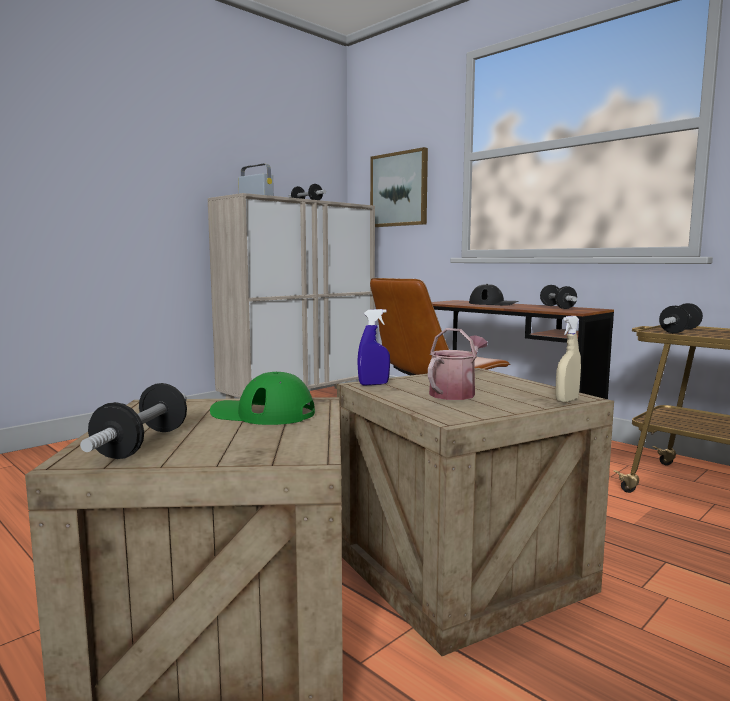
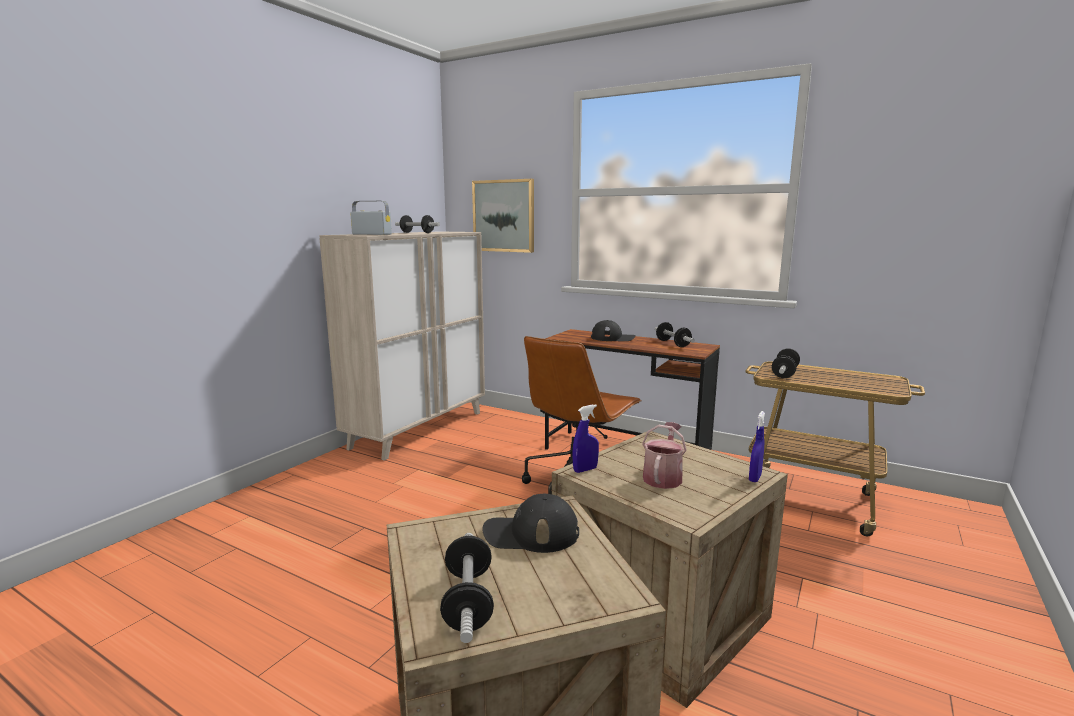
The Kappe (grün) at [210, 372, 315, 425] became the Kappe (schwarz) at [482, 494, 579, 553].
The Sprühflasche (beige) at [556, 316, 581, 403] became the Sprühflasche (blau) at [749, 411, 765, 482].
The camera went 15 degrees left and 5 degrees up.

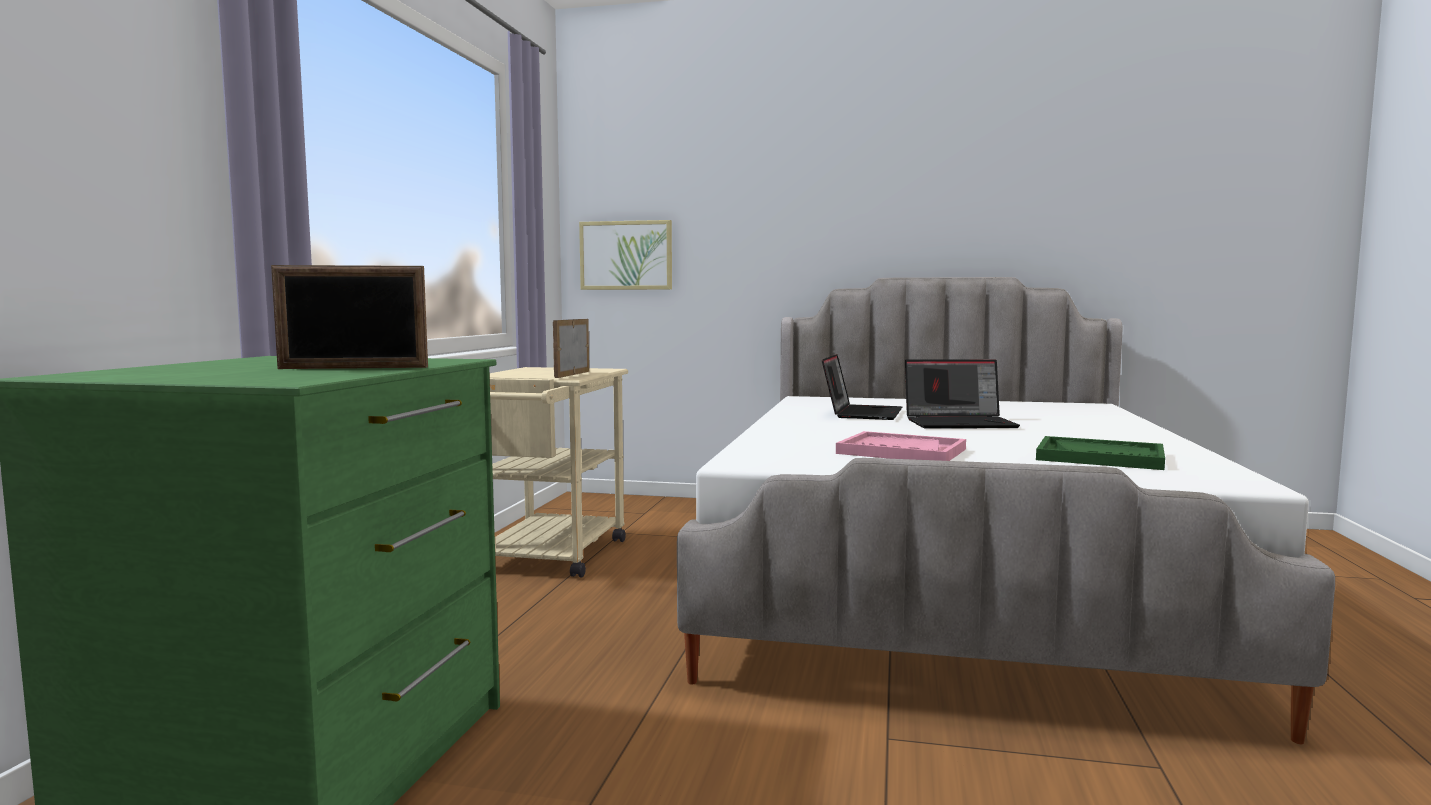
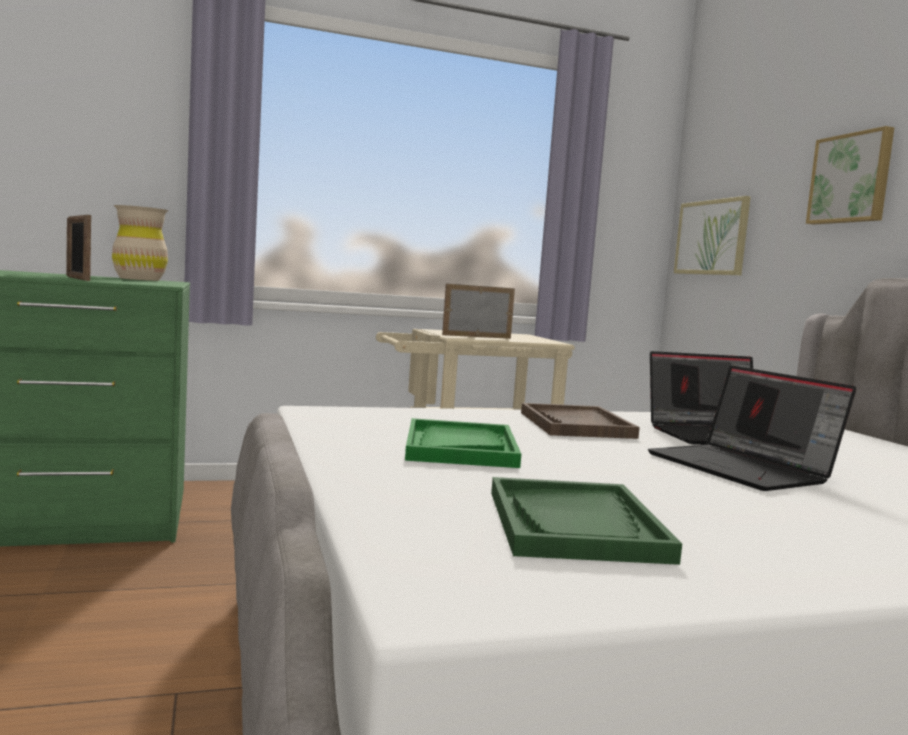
The Tablett (rosa) at [836, 431, 966, 461] became the Tablett (grün) at [405, 418, 521, 468].
The Vase (beige) at [112, 205, 168, 281] appeared.
The Tablett (braun) at [521, 403, 640, 439] appeared.
The Bild at [806, 126, 894, 225] appeared.
The camera went 60 degrees right and 0 degrees up.

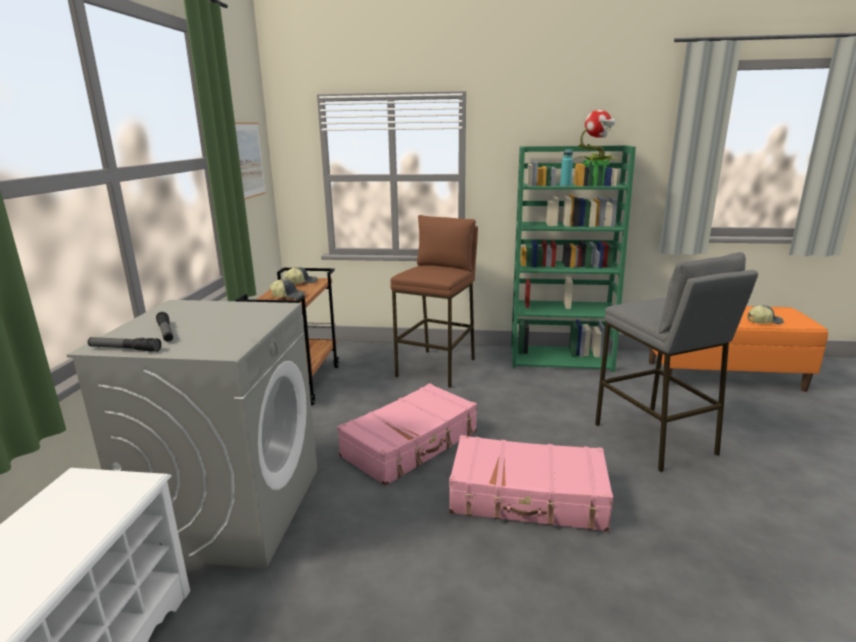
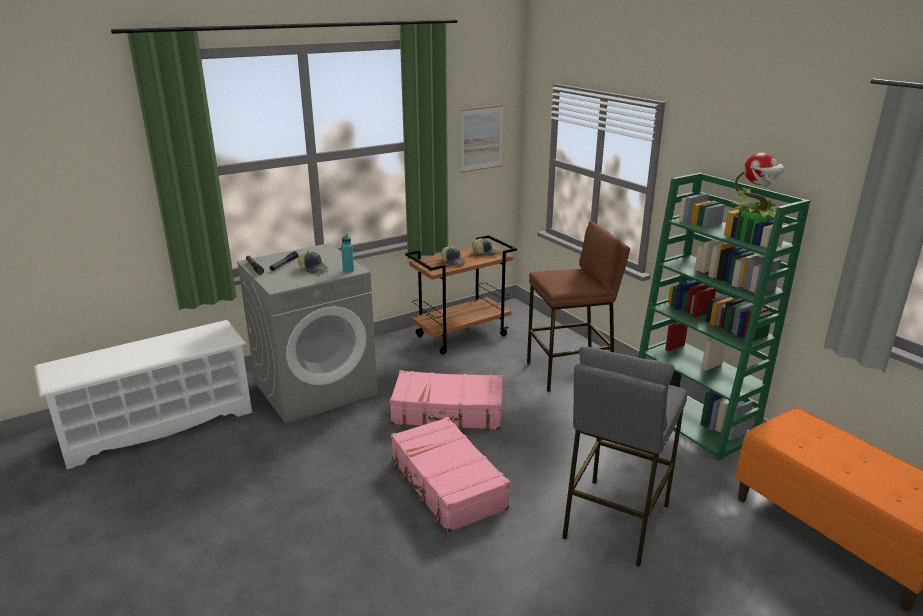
The Flasche (türkis) moved from [560, 149, 573, 187] to [341, 234, 354, 273].
The Kappe moved from [747, 305, 784, 324] to [298, 251, 328, 274].
The camera went 50 degrees right and 5 degrees up.

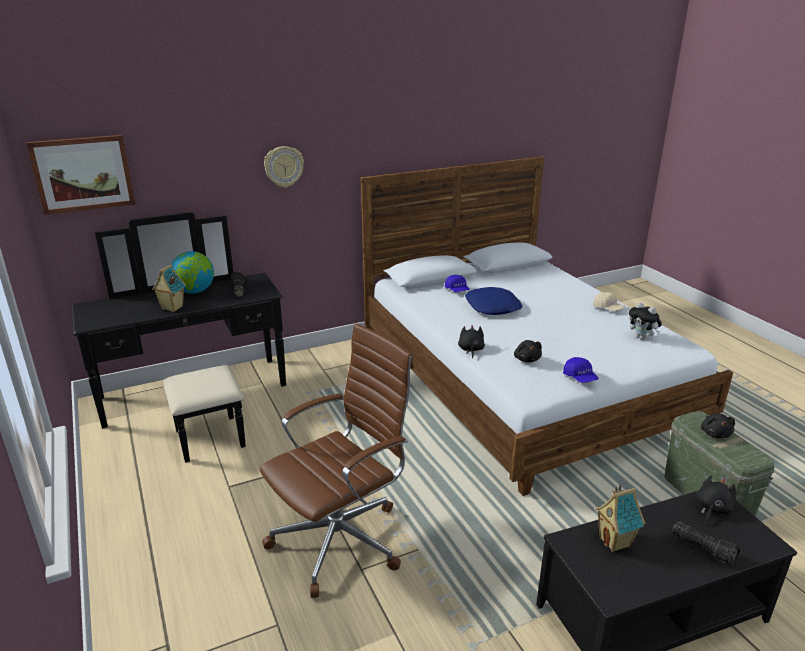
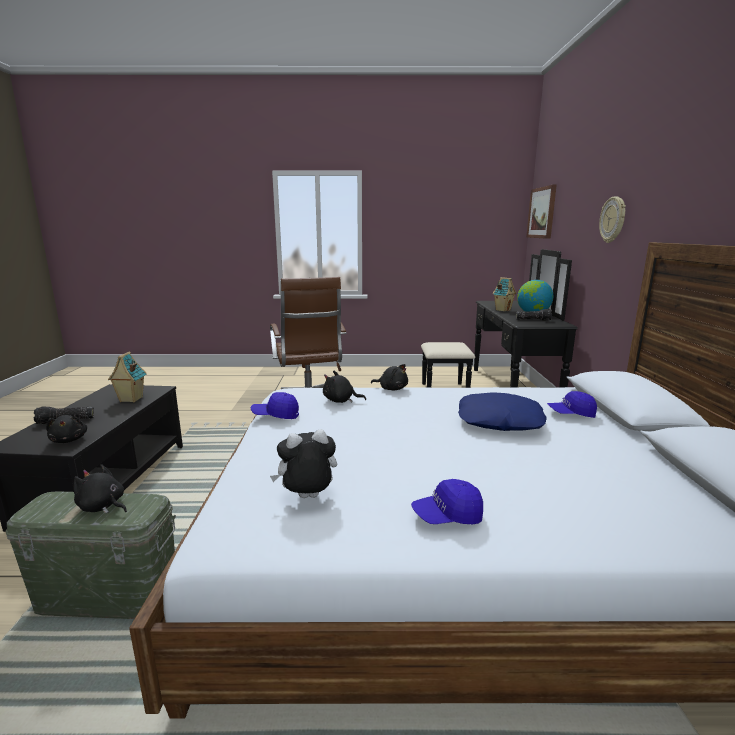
The Kappe (beige) at [593, 292, 625, 311] became the Kappe (blau) at [411, 479, 483, 525].
The camera went 115 degrees right and 10 degrees down.

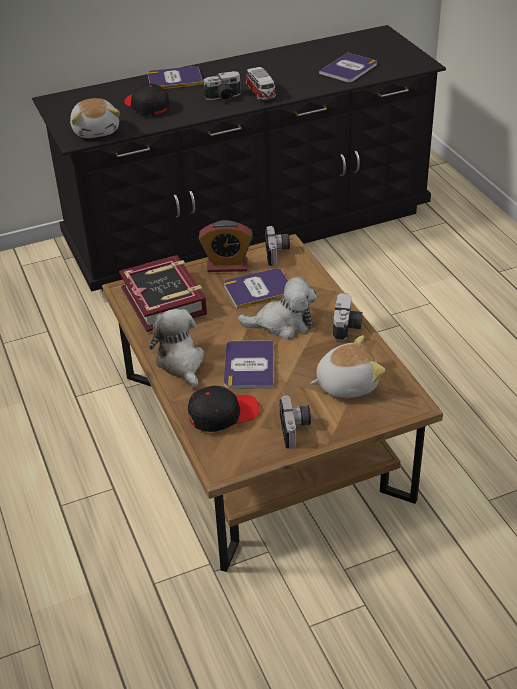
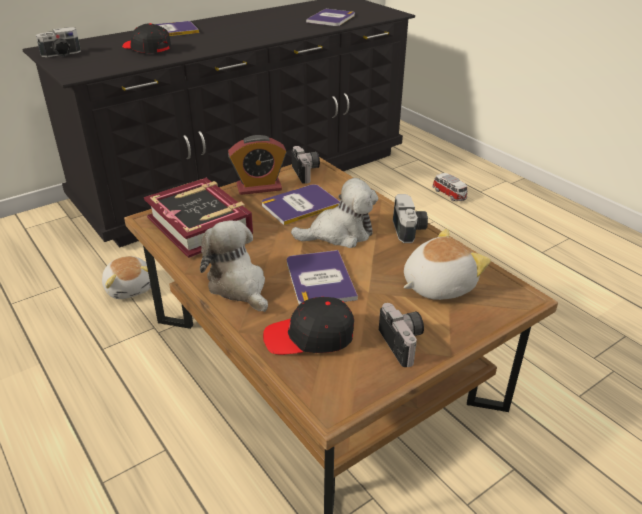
The Plüschtier moved from [70, 98, 120, 138] to [102, 256, 151, 299].
The Kappe (schwarz) at [188, 386, 260, 432] turned 150 degrees counterclockwise.
The Kamera moved from [203, 71, 241, 102] to [36, 27, 81, 57].
The Spielzeugauto moved from [246, 67, 276, 100] to [432, 173, 468, 201].
The camera went 15 degrees left and 5 degrees down.

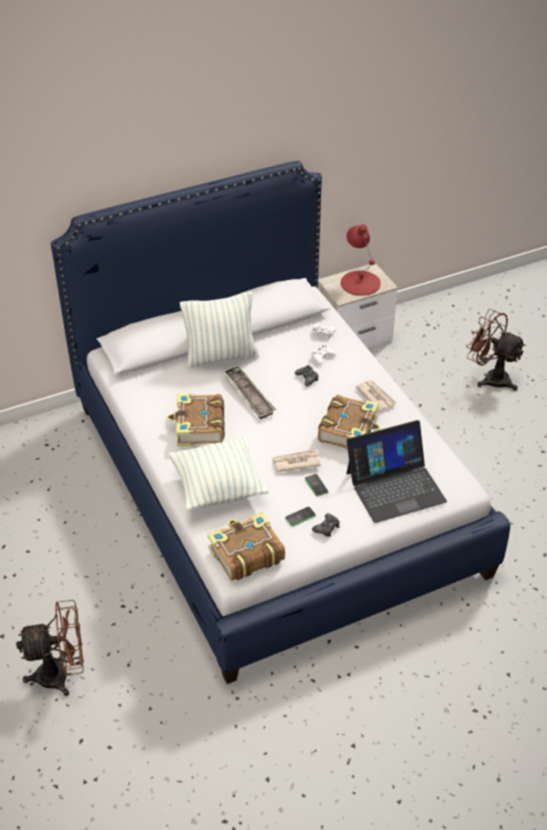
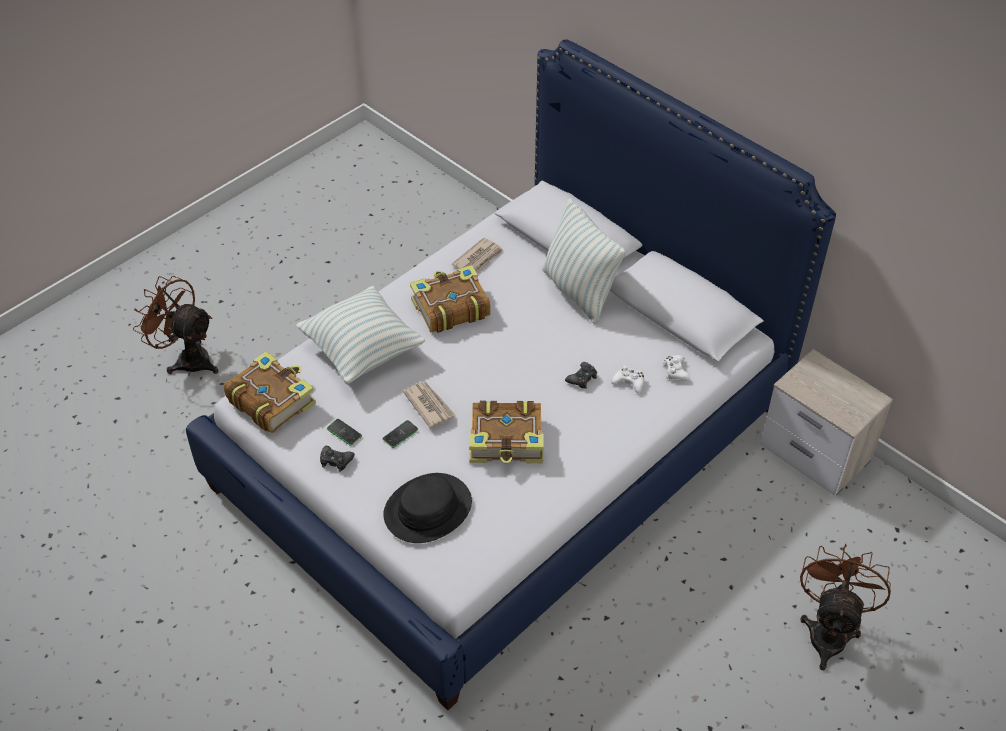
The Ventilator (braun) at [16, 600, 84, 696] turned 150 degrees clockwise.
The Tablett at [222, 365, 276, 419] disappeared.
The Tischlampe (rot) at [341, 224, 381, 296] disappeared.
The Laptop at [346, 420, 447, 523] was replaced by the Hut (schwarz) at [383, 473, 472, 543].
The Zeitung moved from [355, 380, 397, 412] to [452, 238, 503, 274].
The camera went 70 degrees right and 5 degrees up.

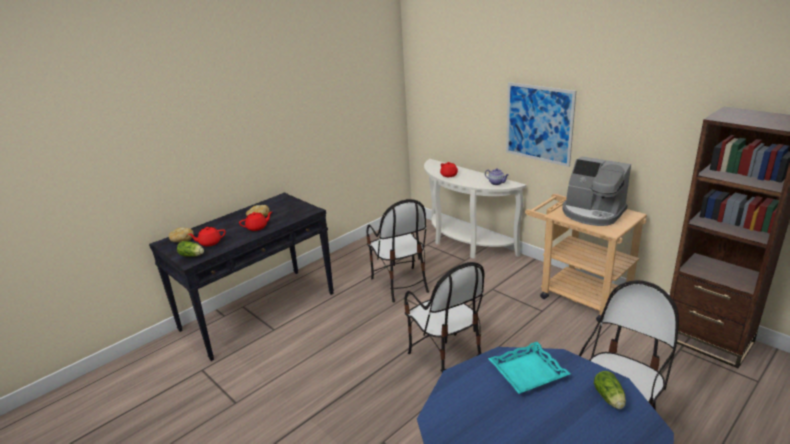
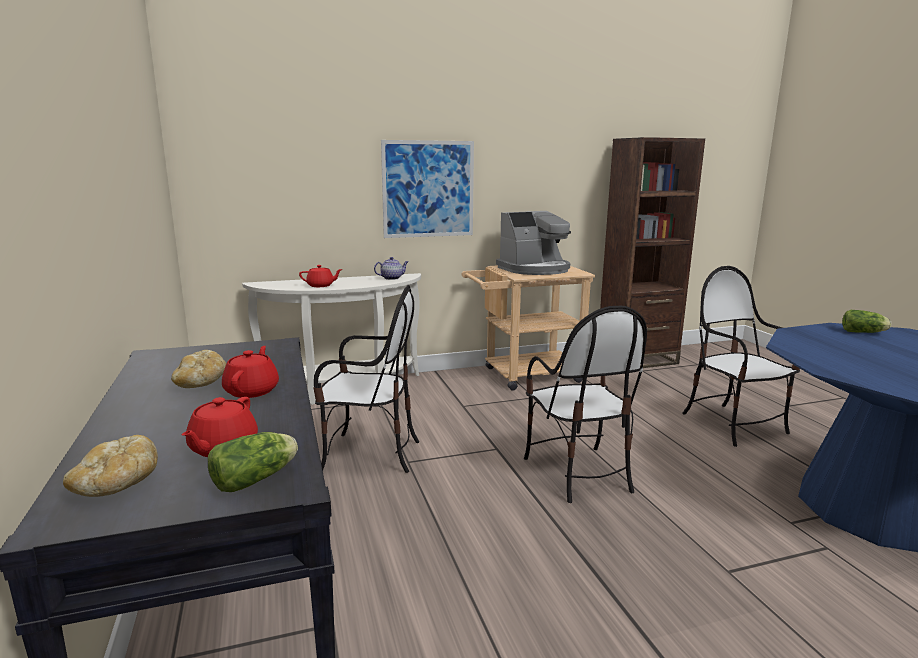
The Stuhl at [404, 262, 484, 373] turned 75 degrees clockwise.
The Tablett (türkis) at [488, 342, 571, 394] disappeared.
The camera went 65 degrees left and 10 degrees down.

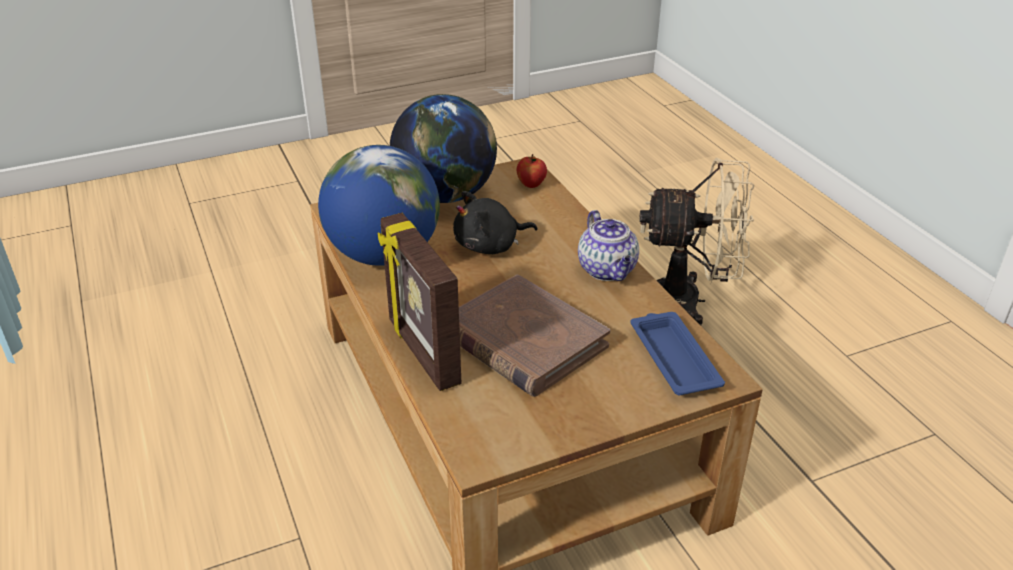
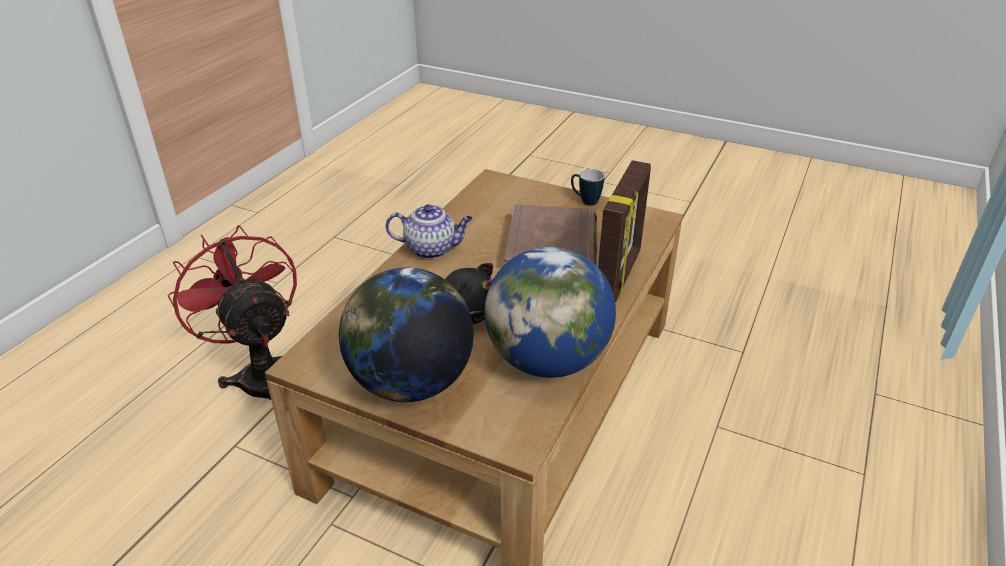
The Apfel at [516, 154, 547, 188] disappeared.
The Teekanne at [578, 210, 639, 281] turned 60 degrees clockwise.
The Tablett (blau) at [630, 312, 725, 395] disappeared.
The Ventilator (beige) at [639, 158, 754, 326] became the Ventilator (rot) at [168, 225, 297, 400].
The Henkelbecher at [571, 169, 605, 206] appeared.
The camera went 130 degrees left and 0 degrees up.

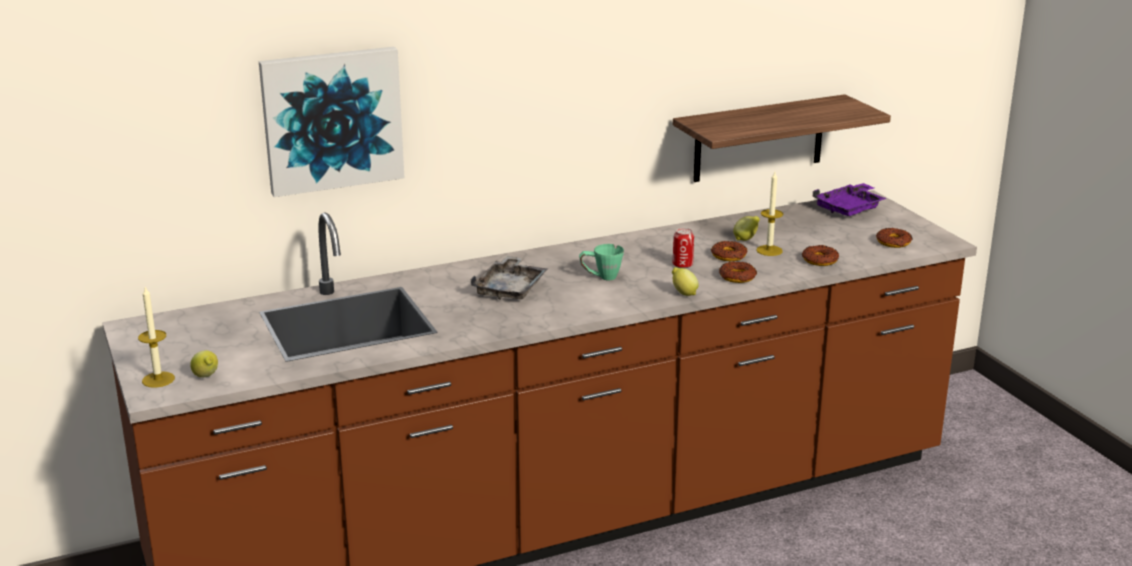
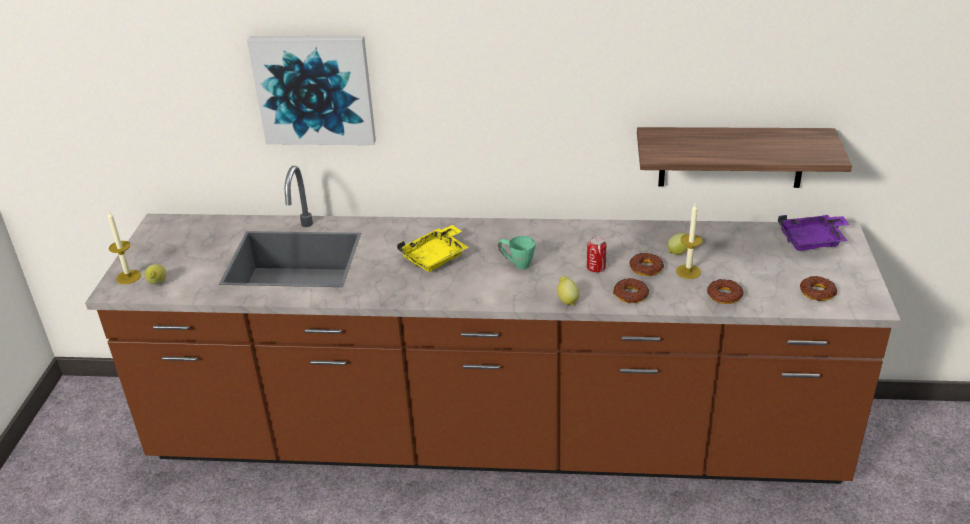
The Tablett (grau) at [470, 256, 548, 300] became the Tablett (gelb) at [397, 225, 469, 272].
The camera went 30 degrees right and 10 degrees up.

